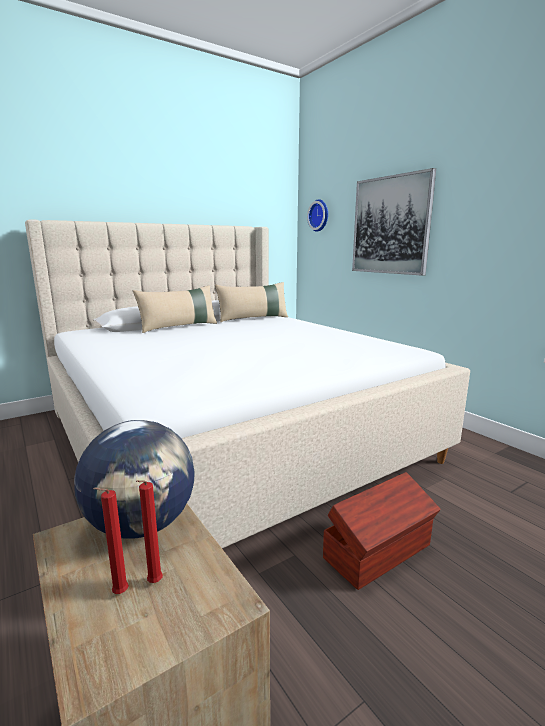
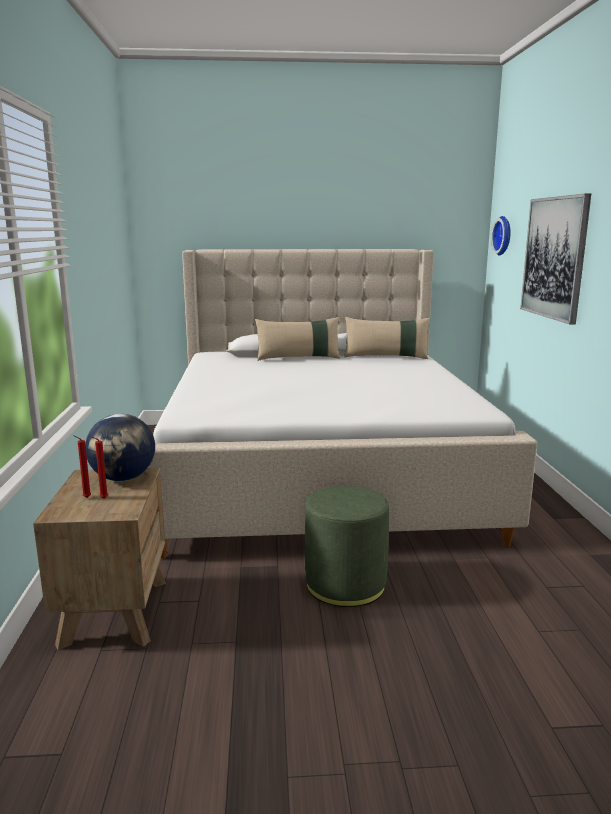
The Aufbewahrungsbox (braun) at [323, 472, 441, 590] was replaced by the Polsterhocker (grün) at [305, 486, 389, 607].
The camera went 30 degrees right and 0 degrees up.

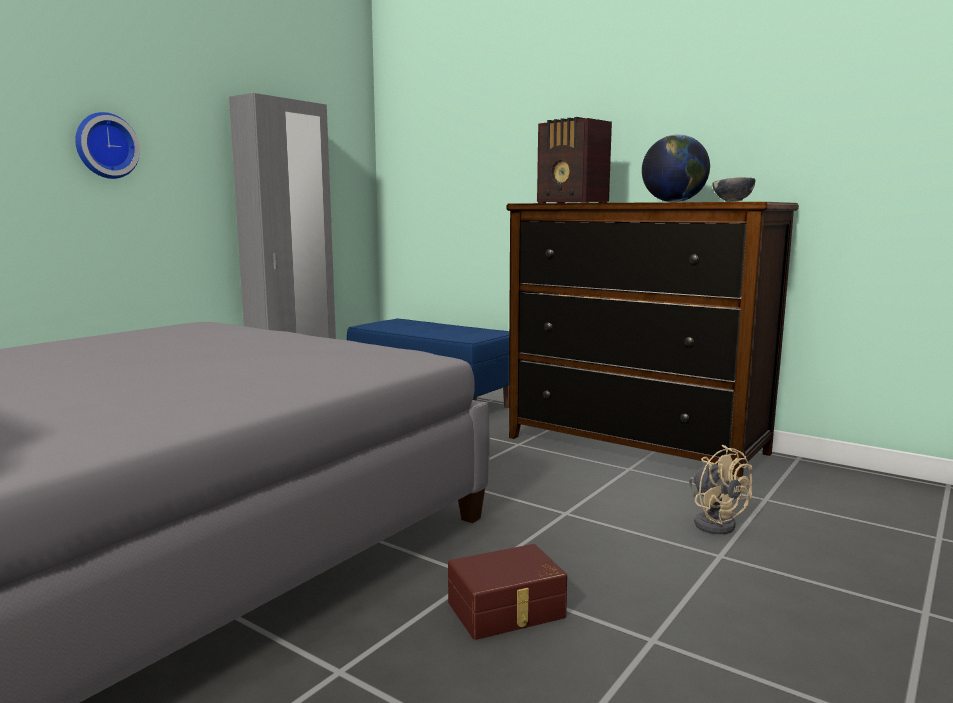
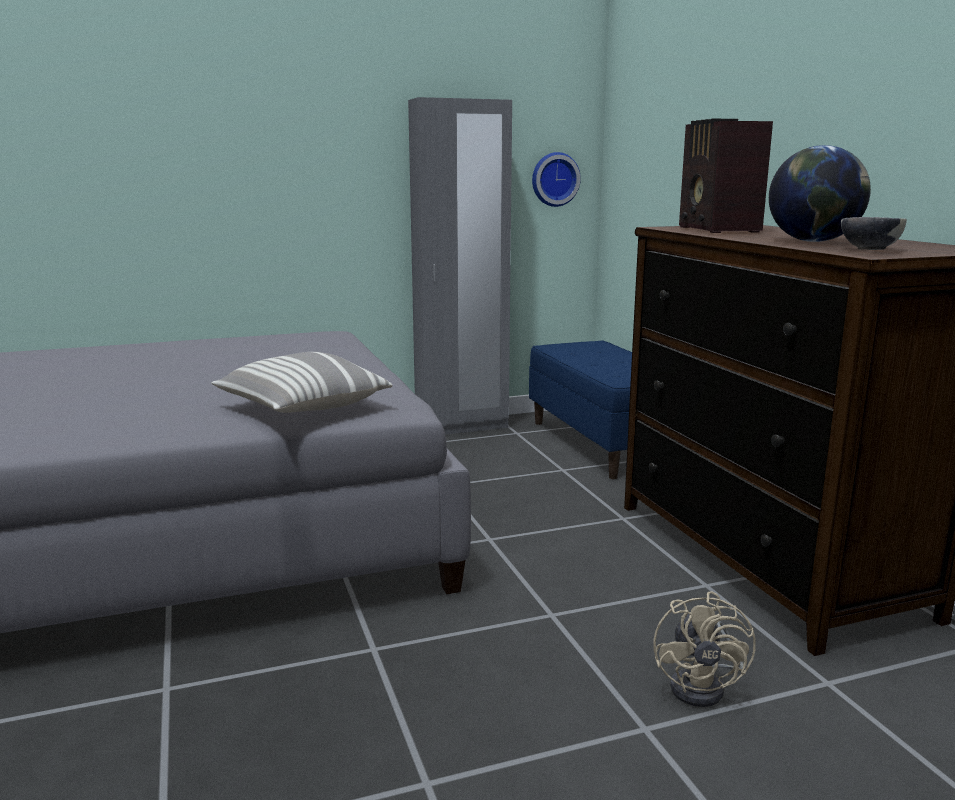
The Wanduhr moved from [75, 112, 140, 179] to [532, 152, 581, 207].
The Aufbewahrungsbox (braun) at [448, 544, 567, 640] disappeared.
The Kissen at [211, 352, 393, 413] appeared.
The camera went 35 degrees right and 5 degrees up.

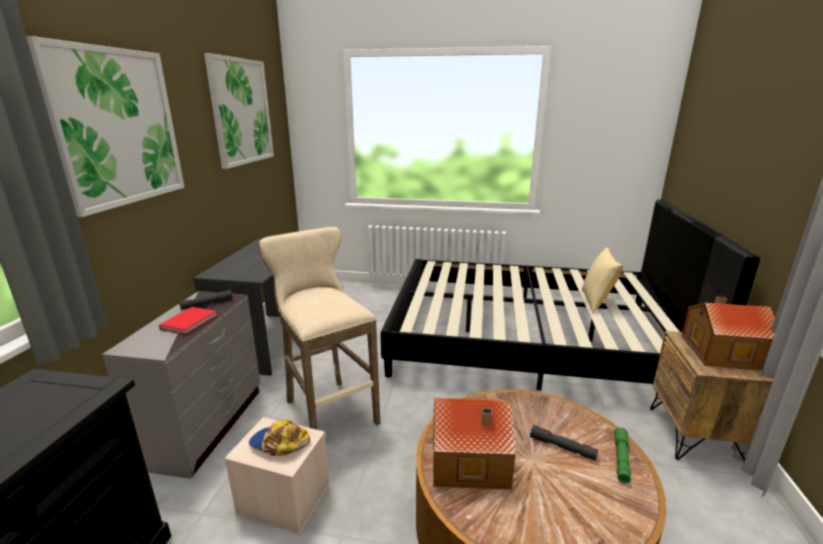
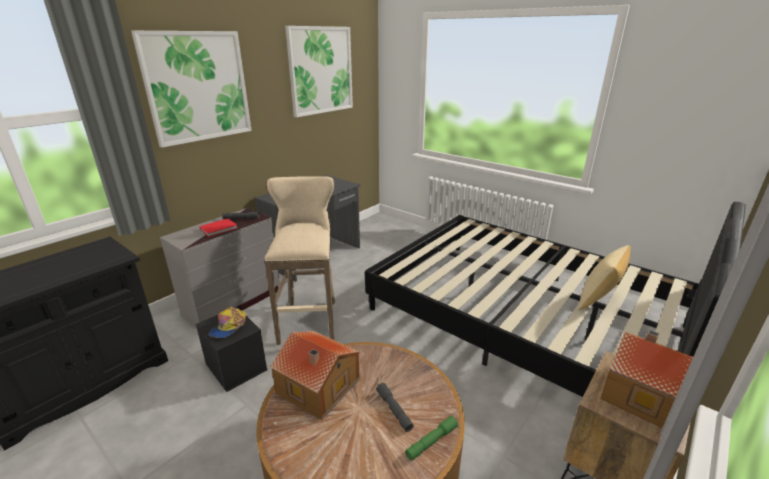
The Aufbewahrungsbox (beige) at [224, 417, 330, 534] became the Aufbewahrungsbox (schwarz) at [196, 307, 268, 392].
The Kappe at [249, 420, 310, 456] turned 120 degrees counterclockwise.
The camera went 30 degrees right and 5 degrees up.

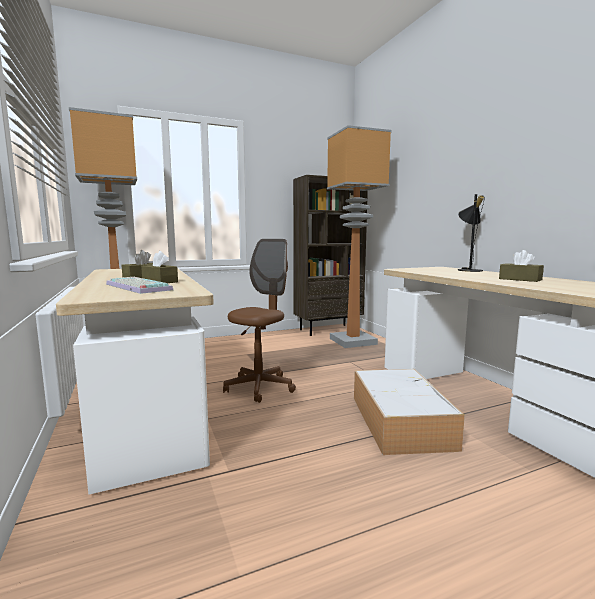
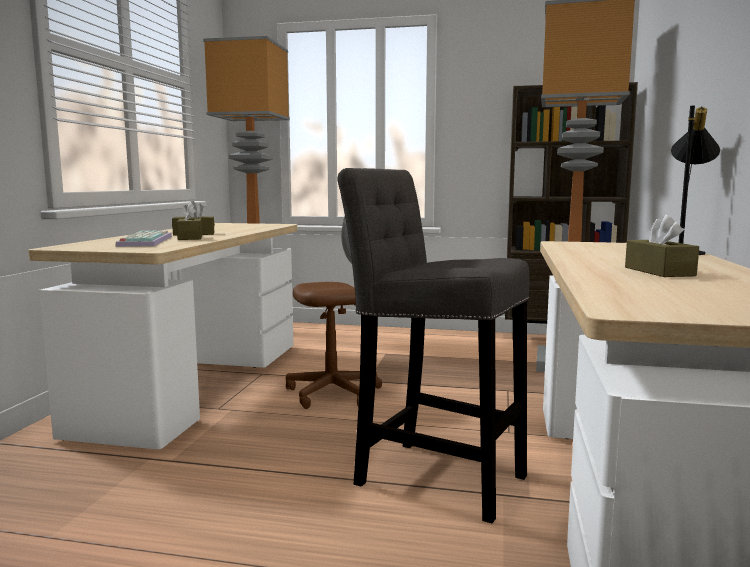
The Aufbewahrungsbox at [354, 369, 465, 455] was replaced by the Hocker (grau) at [337, 168, 530, 523].
The camera went 35 degrees right and 0 degrees up.

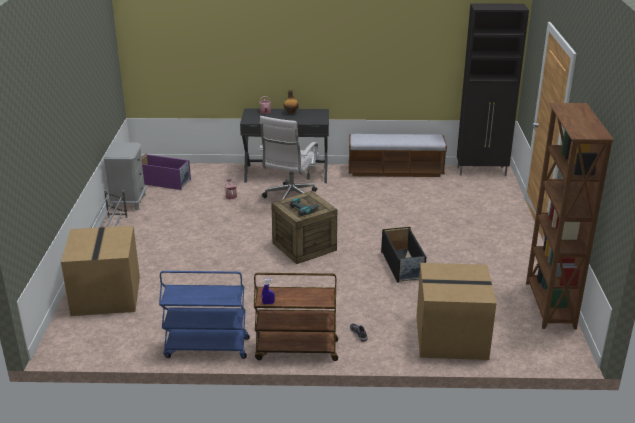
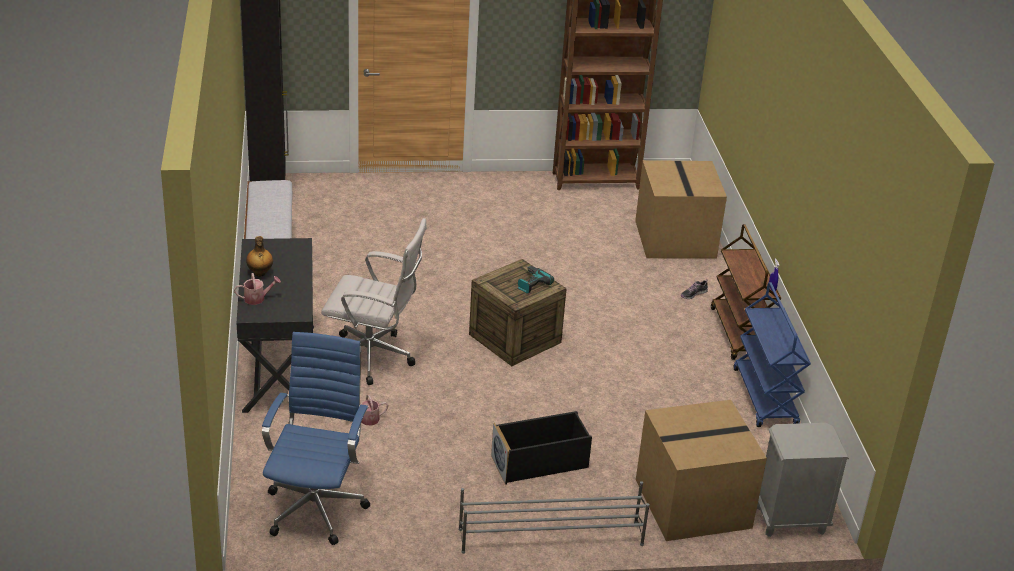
The Nachttisch (grau) moved from [104, 142, 146, 210] to [757, 423, 849, 537].
The Aufbewahrungsbox (lila) at [141, 153, 191, 190] was replaced by the Bürostuhl (blau) at [262, 332, 370, 545].
The Aufbewahrungsbox (schwarz) moved from [381, 226, 426, 283] to [491, 411, 592, 485].
The camera went 100 degrees left and 5 degrees up.

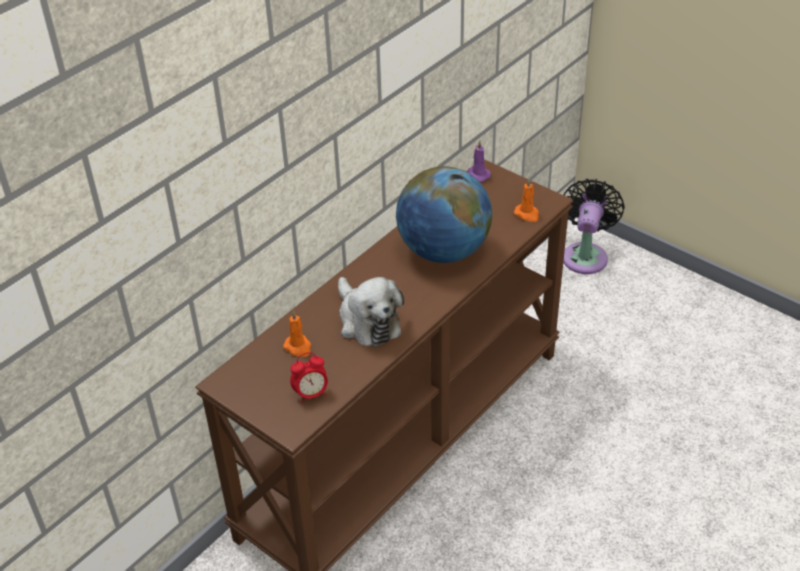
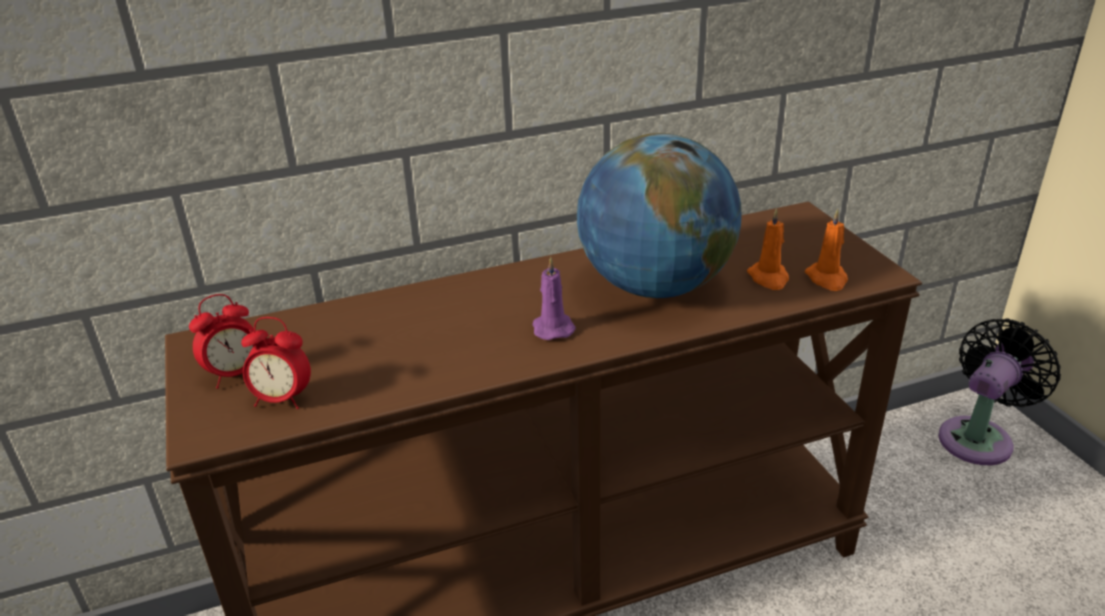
The Kerze (orange) moved from [283, 311, 311, 357] to [747, 208, 789, 290].
The Plüschtier at [338, 277, 404, 347] disappeared.
The Kerze (lila) moved from [467, 140, 491, 182] to [533, 257, 576, 340].
The Wecker at [189, 294, 257, 389] appeared.
The camera went 30 degrees right and 10 degrees down.

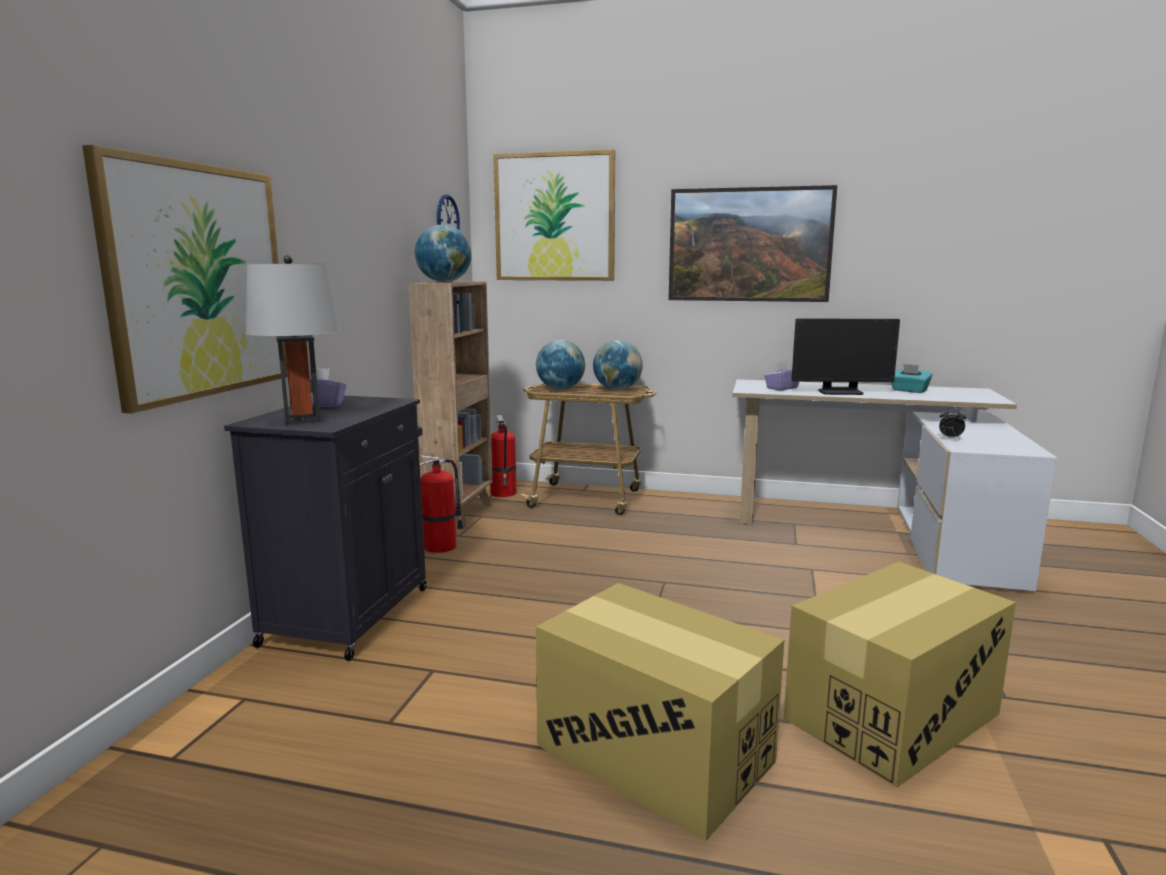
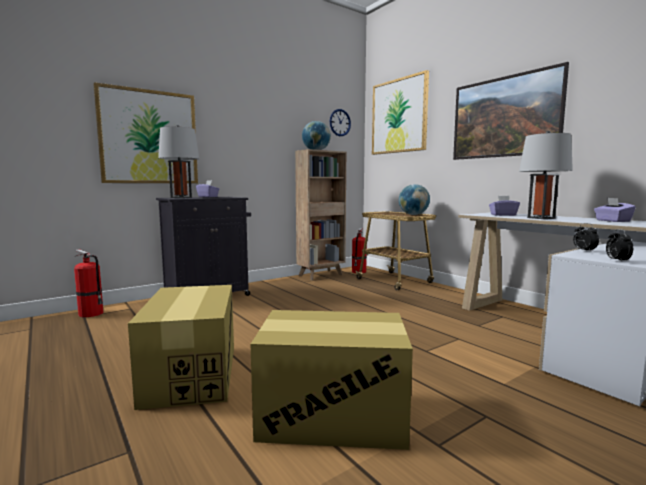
The Feuerlöscher moved from [420, 455, 464, 553] to [74, 249, 103, 317].
The Globus at [536, 340, 585, 390] disappeared.
The Monitor at [792, 318, 900, 395] was replaced by the Tischlampe (grau) at [519, 131, 573, 219].
The Taschentuchbox (türkis) at [891, 364, 932, 393] became the Taschentuchbox (lila) at [594, 198, 636, 222].
The Wecker at [606, 229, 633, 262] appeared.
The camera went 40 degrees right and 5 degrees down.

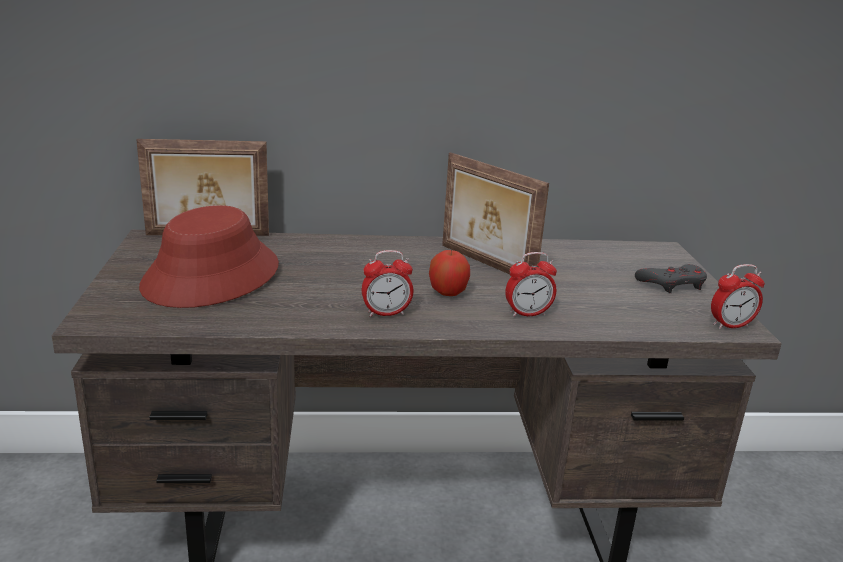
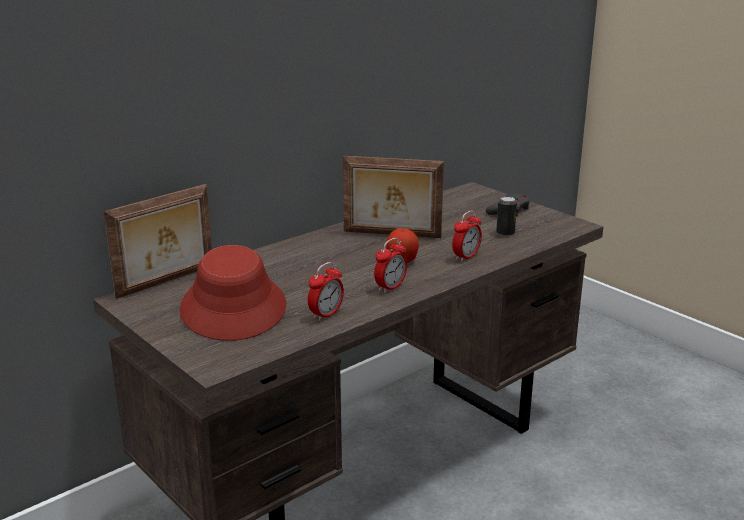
The Wecker moved from [711, 264, 765, 329] to [308, 262, 344, 321].
The Dose at [496, 196, 517, 236] appeared.
The camera went 35 degrees left and 0 degrees up.

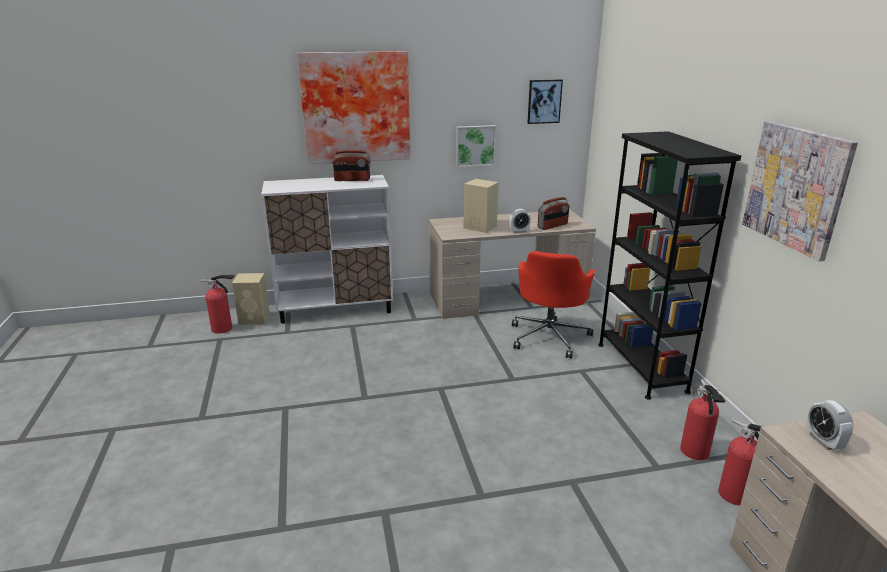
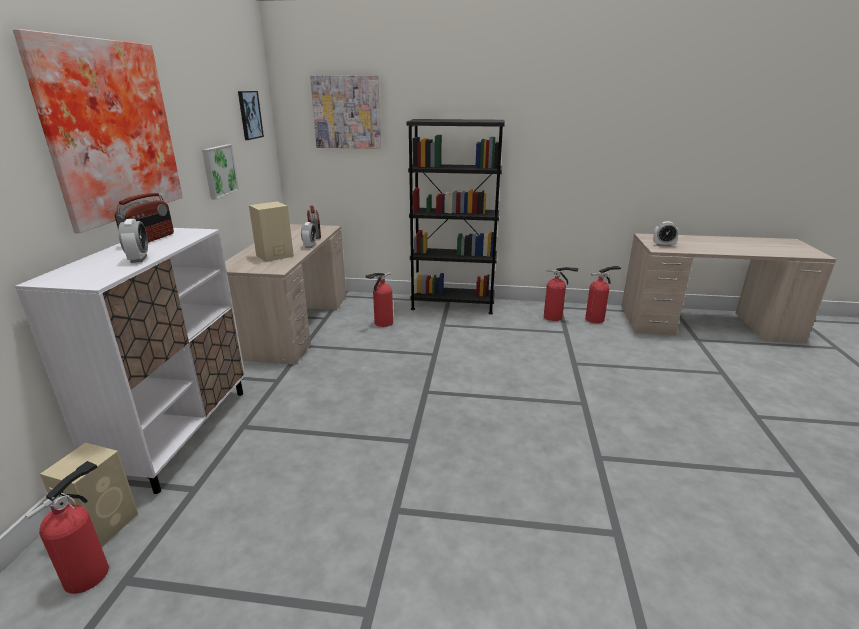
The Bürostuhl (rot) at [512, 251, 595, 359] was replaced by the Feuerlöscher at [366, 272, 393, 327].
The Bild moved from [742, 121, 858, 261] to [310, 75, 381, 149].
The Wecker at [118, 219, 148, 263] appeared.
The camera went 70 degrees left and 0 degrees up.

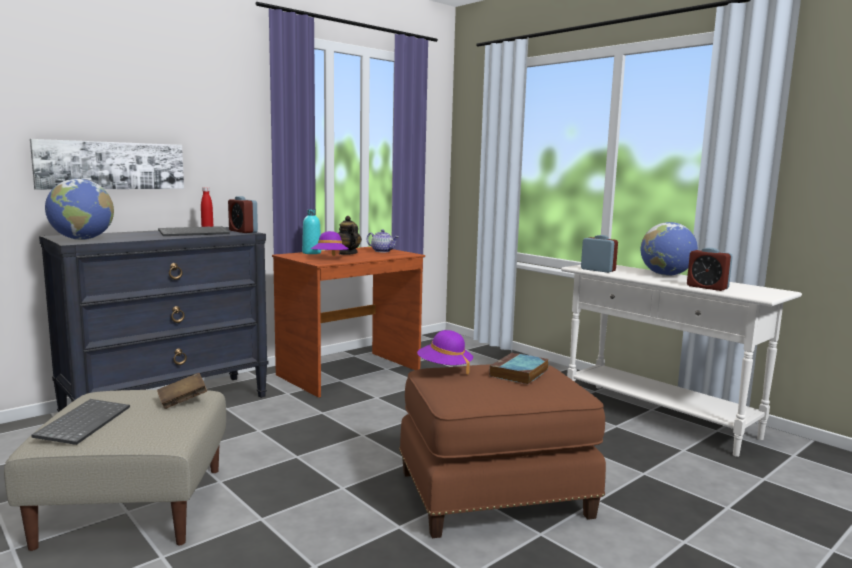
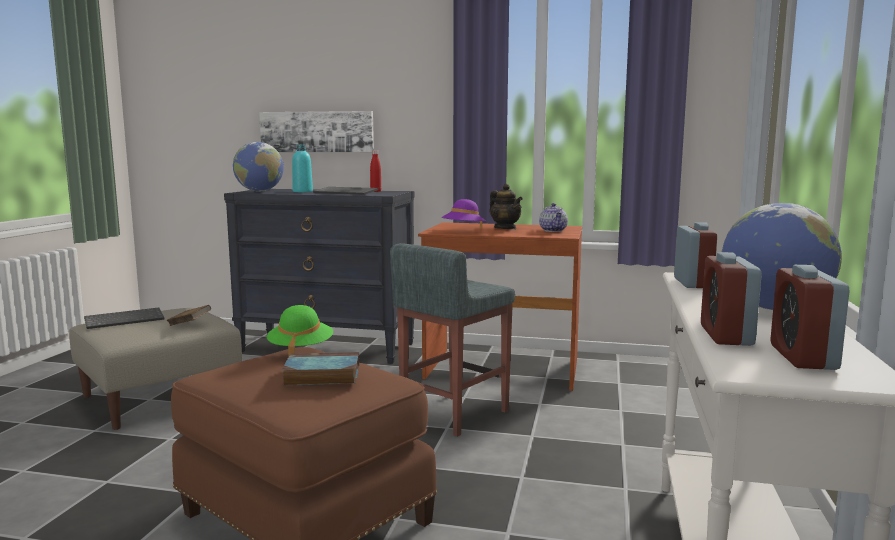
The Wecker moved from [228, 196, 258, 233] to [771, 265, 849, 370].
The Flasche (türkis) moved from [302, 210, 321, 254] to [292, 145, 313, 192].
The Teekanne at [338, 216, 362, 255] turned 120 degrees clockwise.
The Hut (lila) at [417, 330, 473, 374] became the Hut (grün) at [267, 305, 333, 357].
The Hocker (grau) at [390, 243, 515, 437] appeared.
The camera went 55 degrees right and 0 degrees up.

